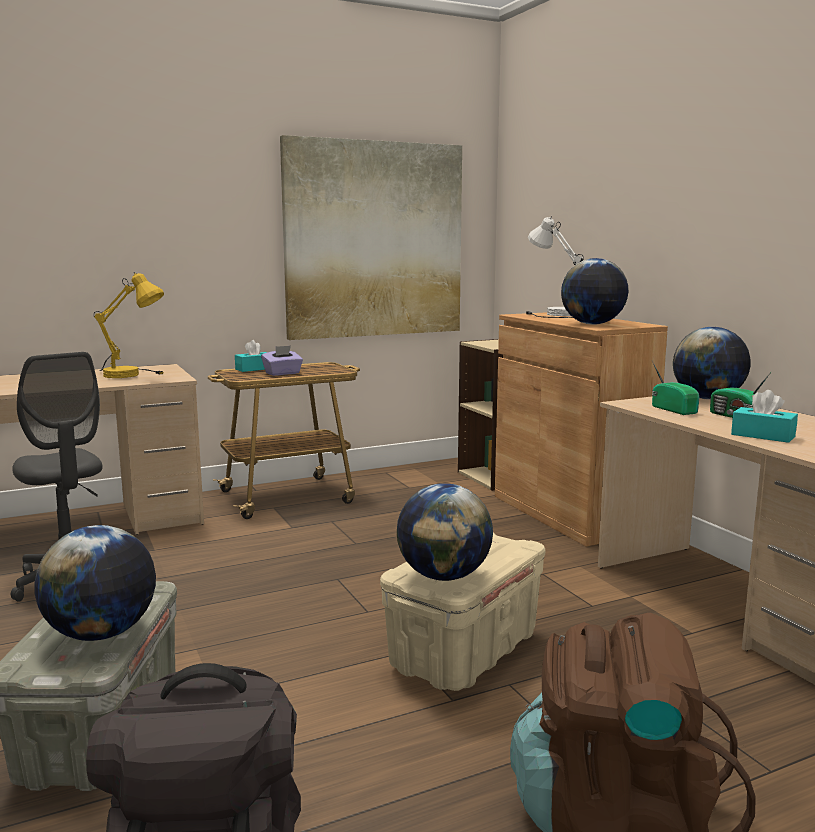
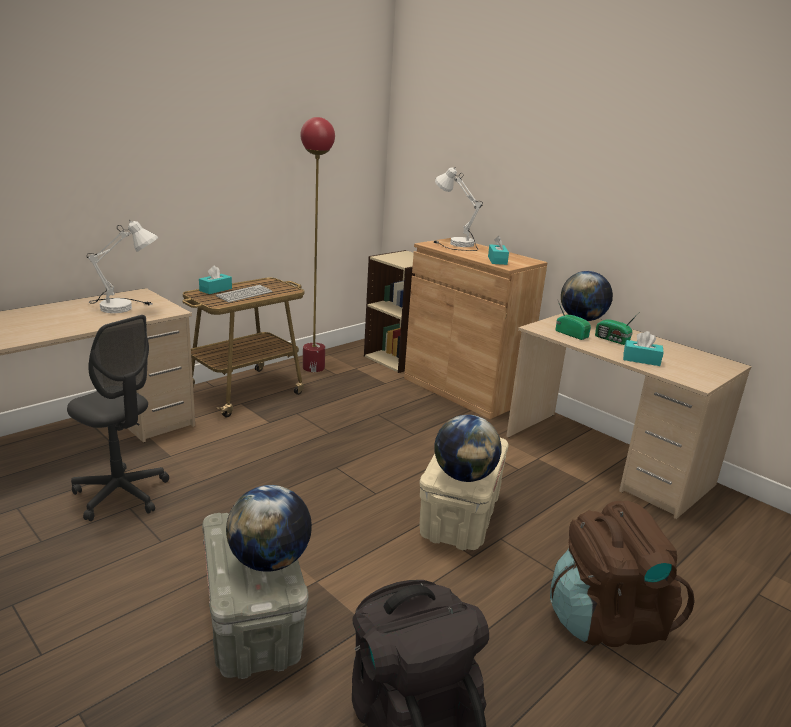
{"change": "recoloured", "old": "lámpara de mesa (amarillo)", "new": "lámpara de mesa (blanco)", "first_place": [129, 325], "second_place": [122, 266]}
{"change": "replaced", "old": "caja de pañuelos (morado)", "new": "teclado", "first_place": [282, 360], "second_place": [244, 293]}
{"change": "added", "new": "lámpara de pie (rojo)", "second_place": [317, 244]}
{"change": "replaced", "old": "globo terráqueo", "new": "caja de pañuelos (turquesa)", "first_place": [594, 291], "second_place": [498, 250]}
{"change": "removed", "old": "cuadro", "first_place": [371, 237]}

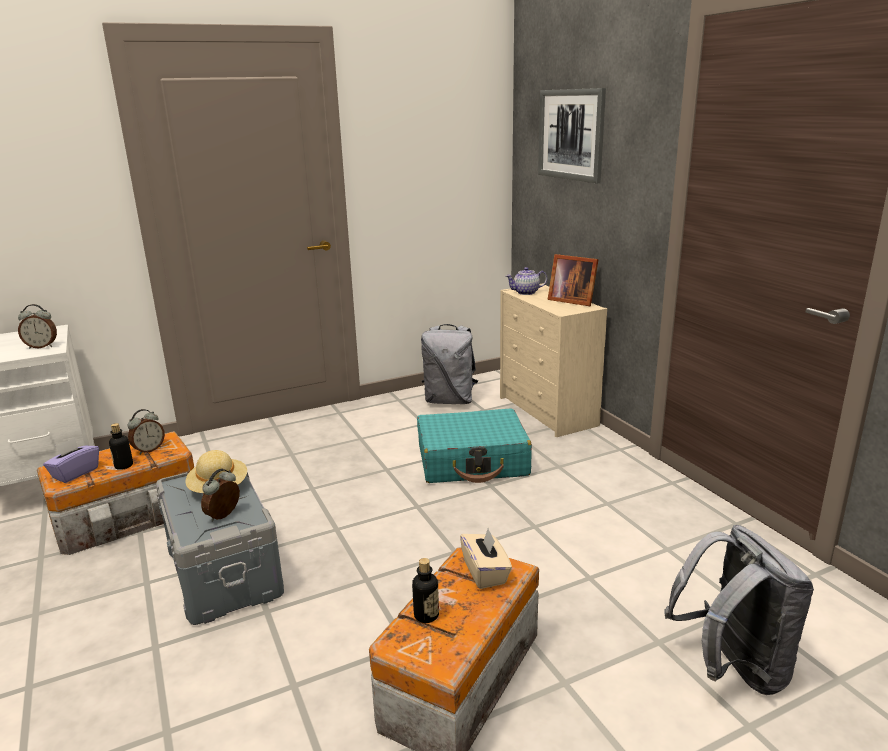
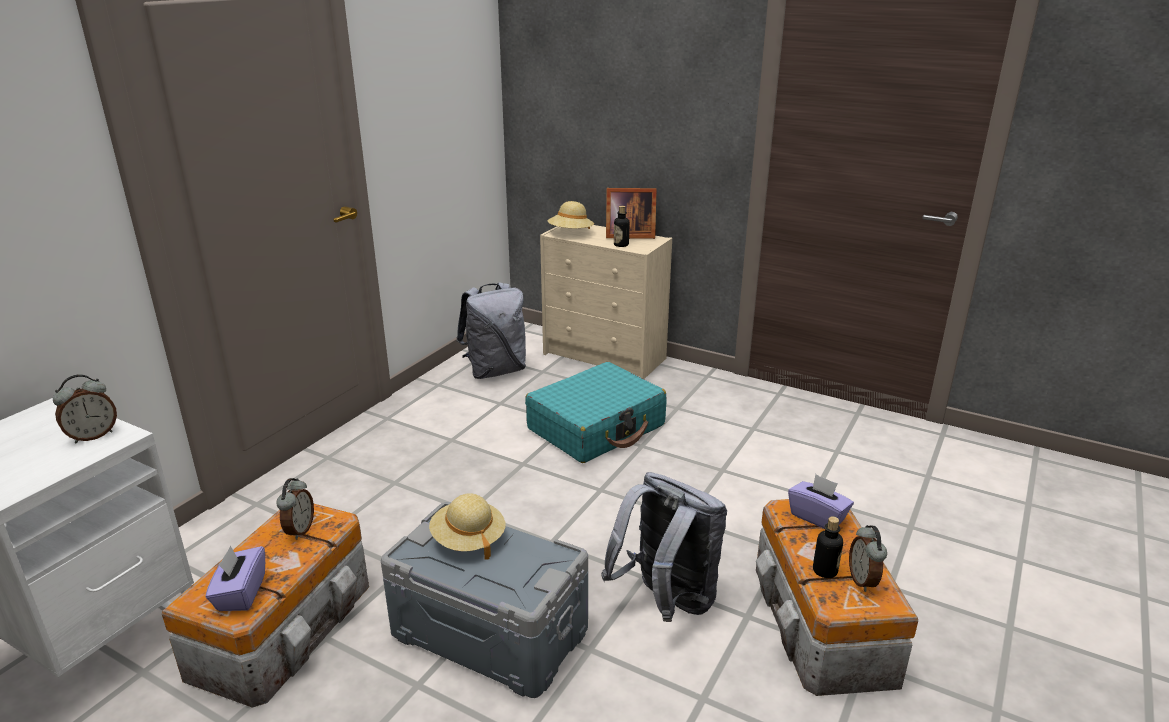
{"change": "replaced", "old": "tetera", "new": "sombrero (beis)", "first_place": [526, 281], "second_place": [570, 215]}
{"change": "moved", "old": "mochila (gris)", "first_place": [739, 610], "second_place": [664, 547]}
{"change": "moved", "old": "botella", "first_place": [121, 446], "second_place": [621, 226]}
{"change": "recoloured", "old": "caja de pañuelos (beis)", "new": "caja de pañuelos (morado)", "first_place": [486, 558], "second_place": [821, 501]}
{"change": "moved", "old": "despertador", "first_place": [220, 495], "second_place": [868, 558]}
{"change": "removed", "old": "cuadro", "first_place": [572, 136]}

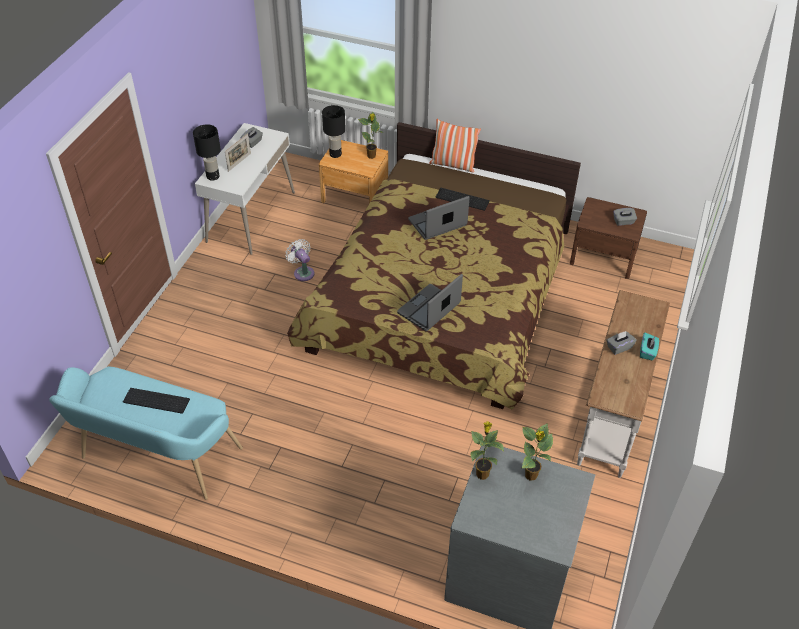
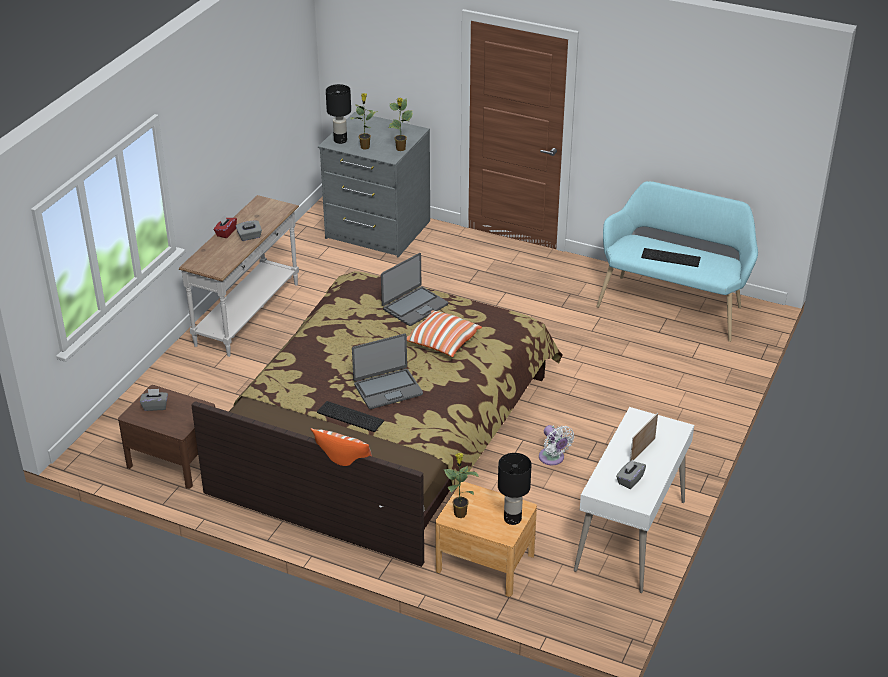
{"change": "recoloured", "old": "caja de pañuelos (turquesa)", "new": "caja de pañuelos (rojo)", "first_place": [649, 346], "second_place": [225, 226]}
{"change": "moved", "old": "lámpara de mesa (negro)", "first_place": [207, 152], "second_place": [338, 114]}
{"change": "added", "new": "cojín", "second_place": [444, 333]}

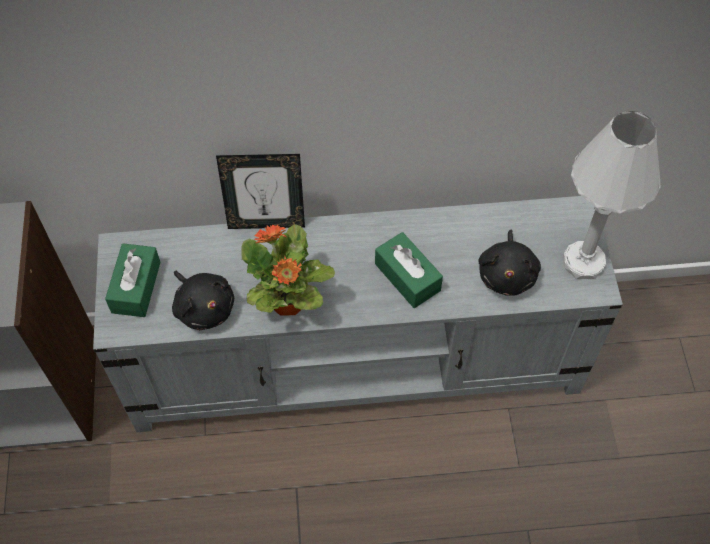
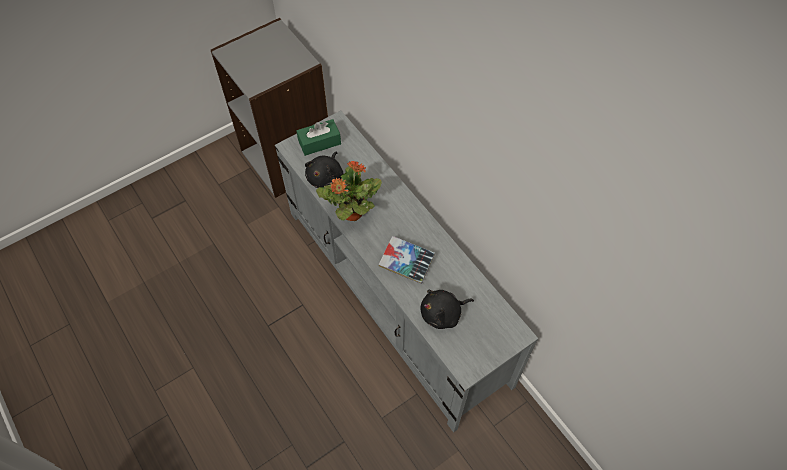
{"change": "replaced", "old": "caja de pañuelos (verde)", "new": "libro", "first_place": [409, 270], "second_place": [406, 260]}
{"change": "removed", "old": "portarretratos", "first_place": [260, 191]}
{"change": "removed", "old": "lámpara de mesa (blanco)", "first_place": [611, 195]}

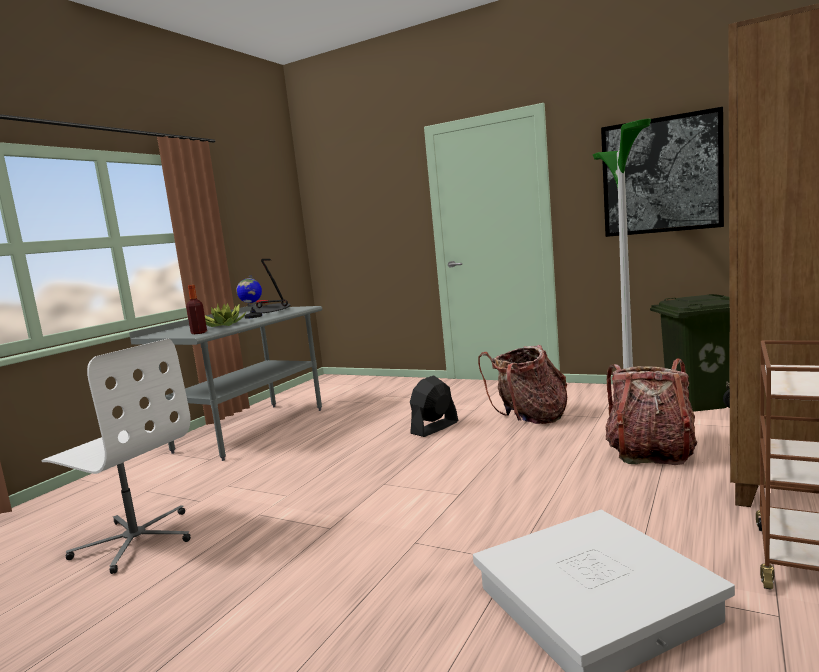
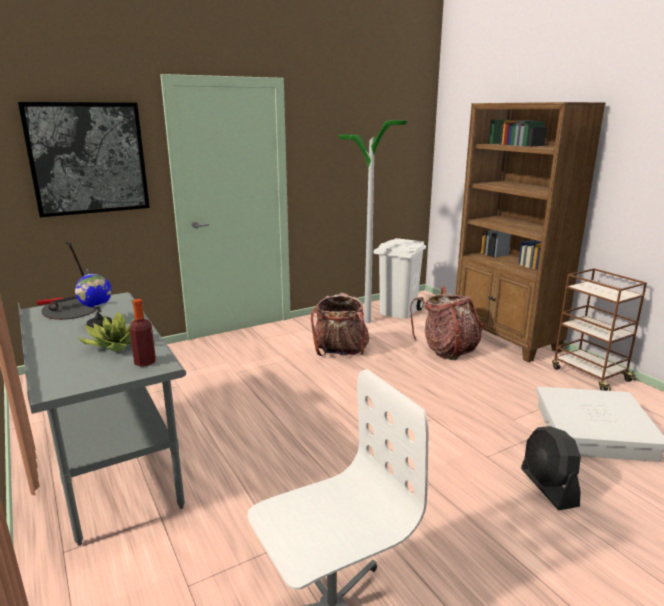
{"change": "moved", "old": "cuadro", "first_place": [662, 172], "second_place": [84, 159]}
{"change": "recoloured", "old": "papelera (verde)", "new": "papelera (blanco)", "first_place": [690, 353], "second_place": [399, 278]}
{"change": "moved", "old": "ventilador (negro)", "first_place": [434, 406], "second_place": [551, 468]}

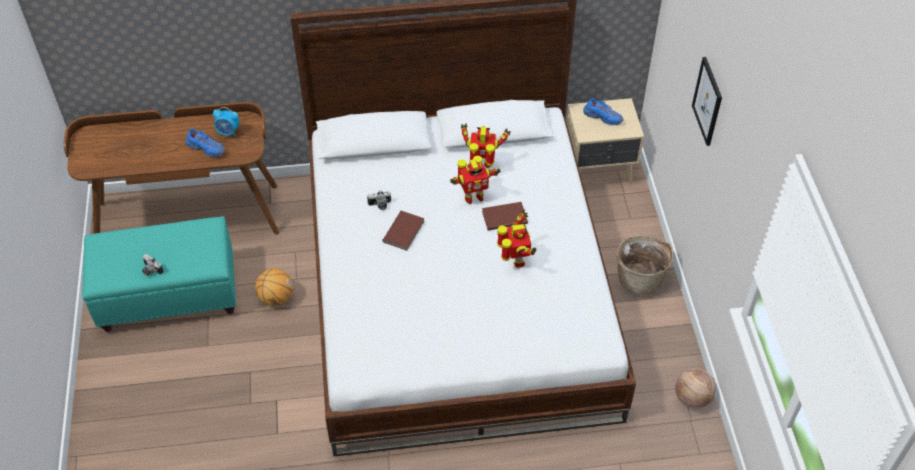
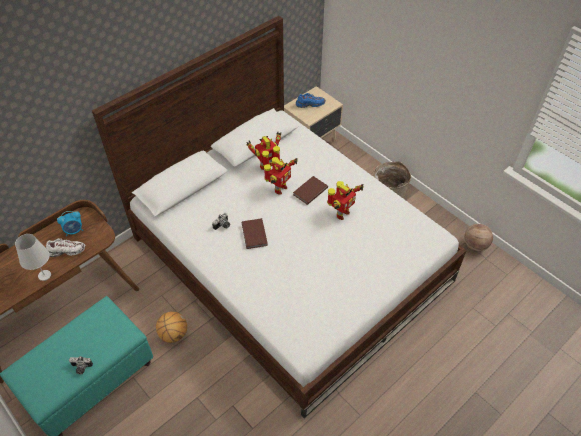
{"change": "added", "new": "lámpara de mesa (blanco)", "second_place": [33, 257]}
{"change": "recoloured", "old": "zapato (azul)", "new": "zapato (blanco)", "first_place": [205, 143], "second_place": [66, 247]}
{"change": "turned", "old": "robot de juguete", "first_place": [517, 239], "second_place": [345, 200], "degrees": 90}
{"change": "removed", "old": "cuadro", "first_place": [707, 101]}

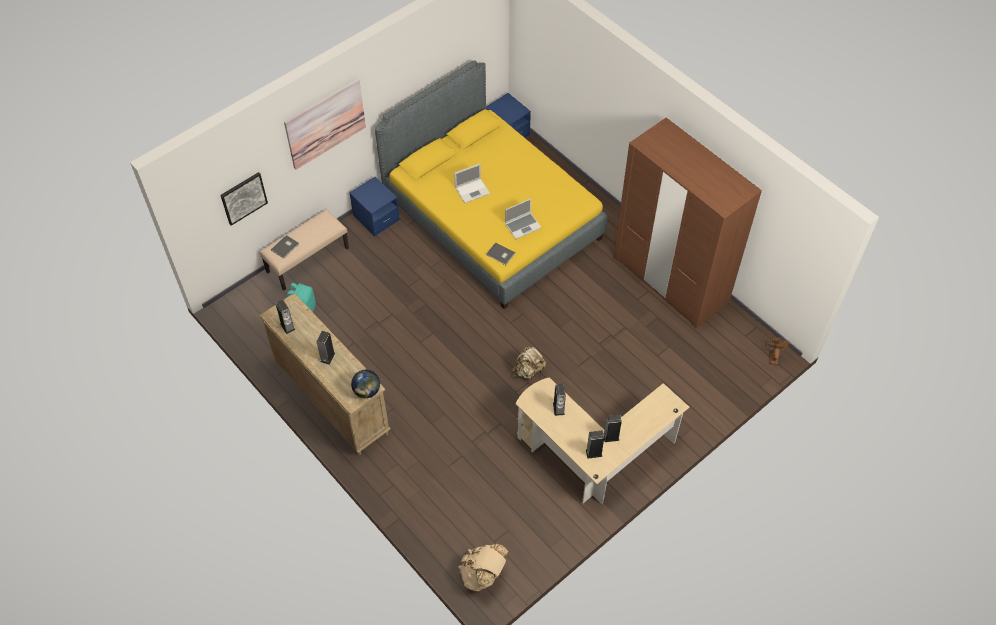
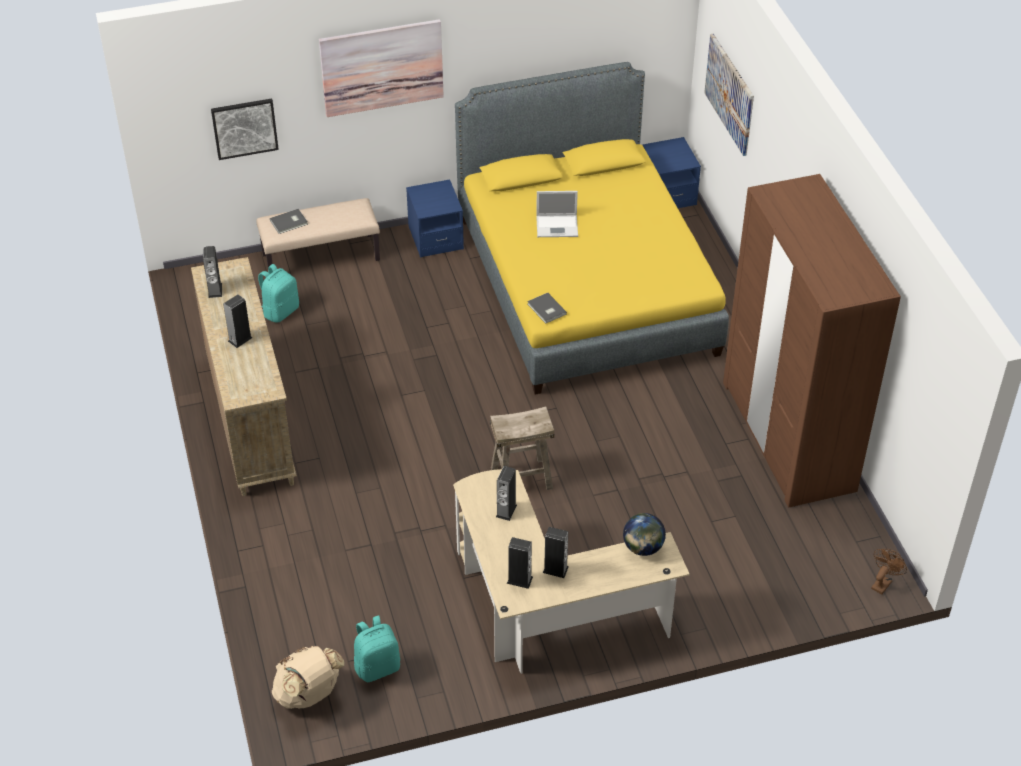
{"change": "added", "new": "mochila (turquesa)", "second_place": [377, 648]}
{"change": "replaced", "old": "mochila (beis)", "new": "taburete (beis)", "first_place": [529, 362], "second_place": [522, 448]}
{"change": "moved", "old": "globo terráqueo", "first_place": [365, 384], "second_place": [644, 534]}
{"change": "added", "new": "cuadro", "second_place": [729, 95]}
{"change": "removed", "old": "portátil", "first_place": [523, 219]}

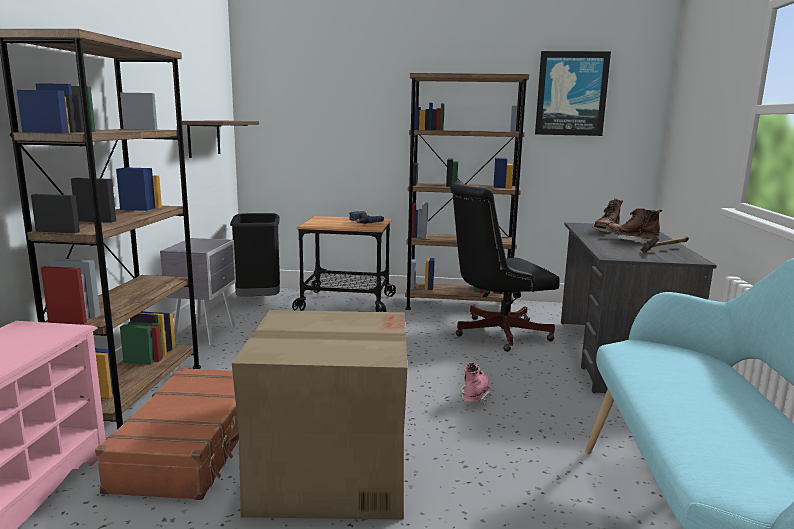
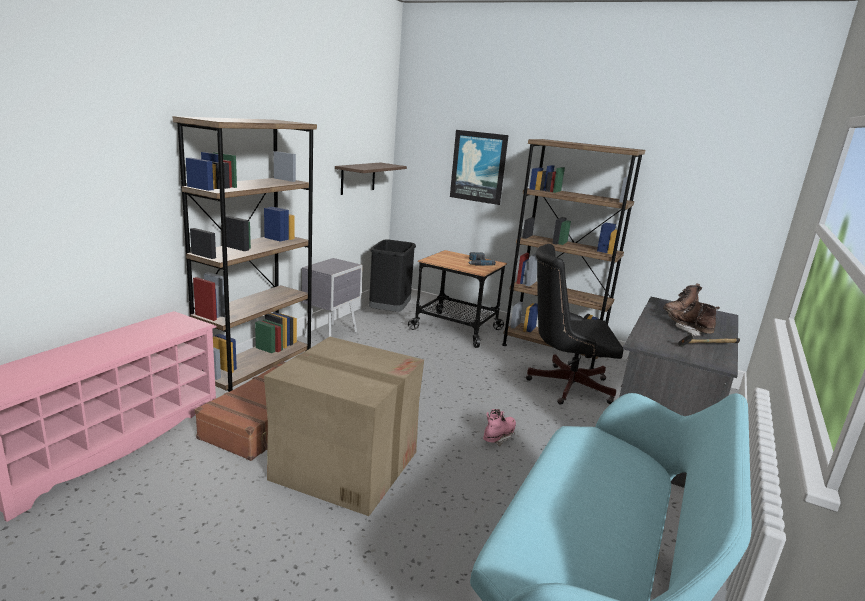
{"change": "moved", "old": "cuadro", "first_place": [573, 93], "second_place": [479, 167]}

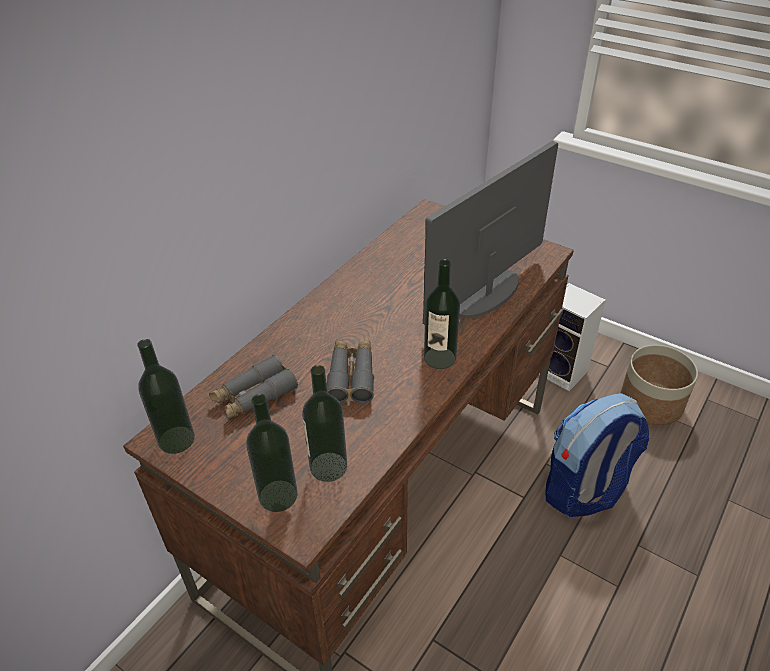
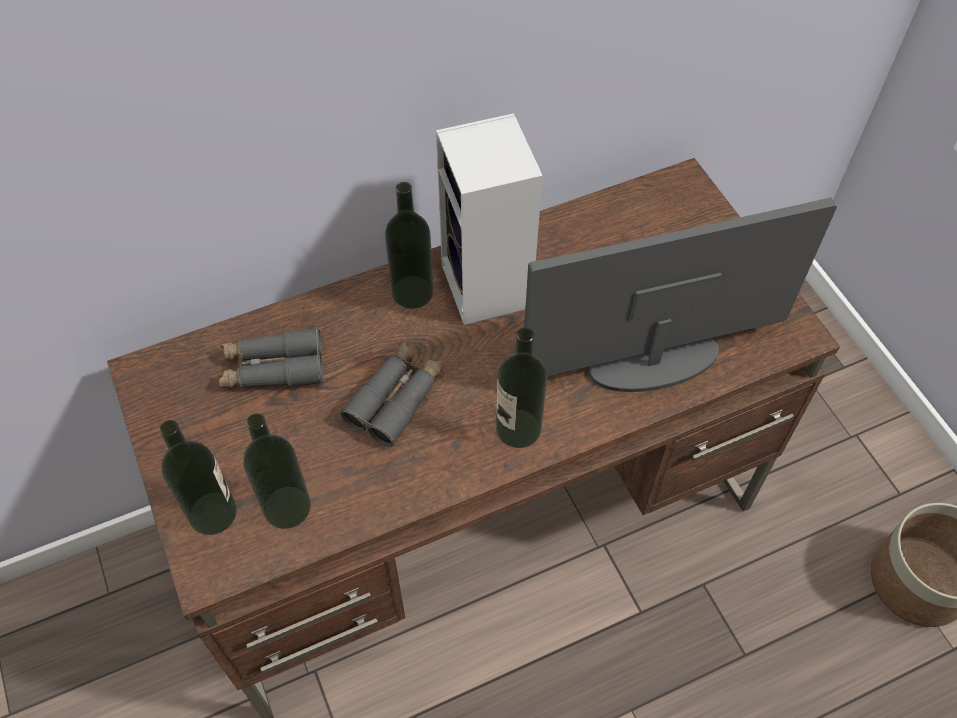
{"change": "moved", "old": "botella", "first_place": [166, 396], "second_place": [409, 245]}
{"change": "moved", "old": "altavoz", "first_place": [572, 337], "second_place": [489, 219]}
{"change": "removed", "old": "mochila", "first_place": [597, 455]}

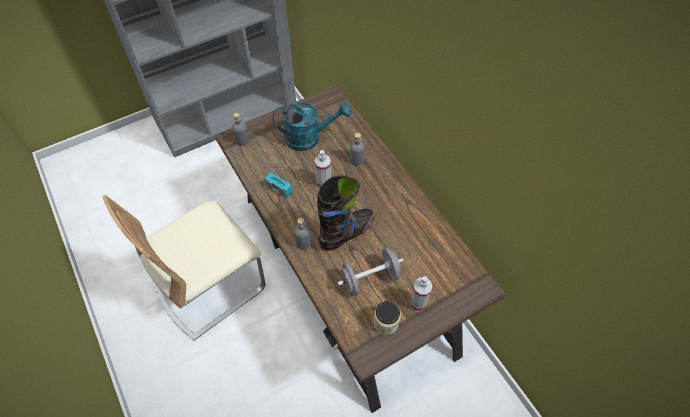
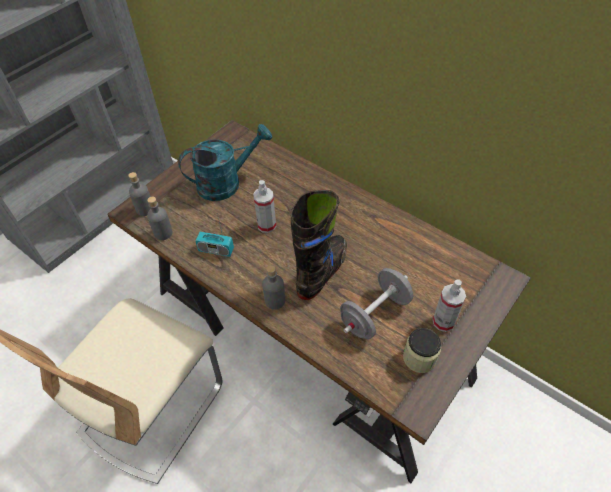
{"change": "moved", "old": "botella (gris)", "first_place": [357, 149], "second_place": [160, 218]}

